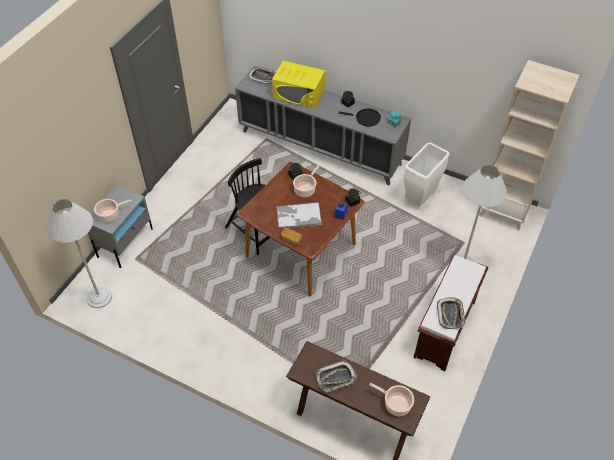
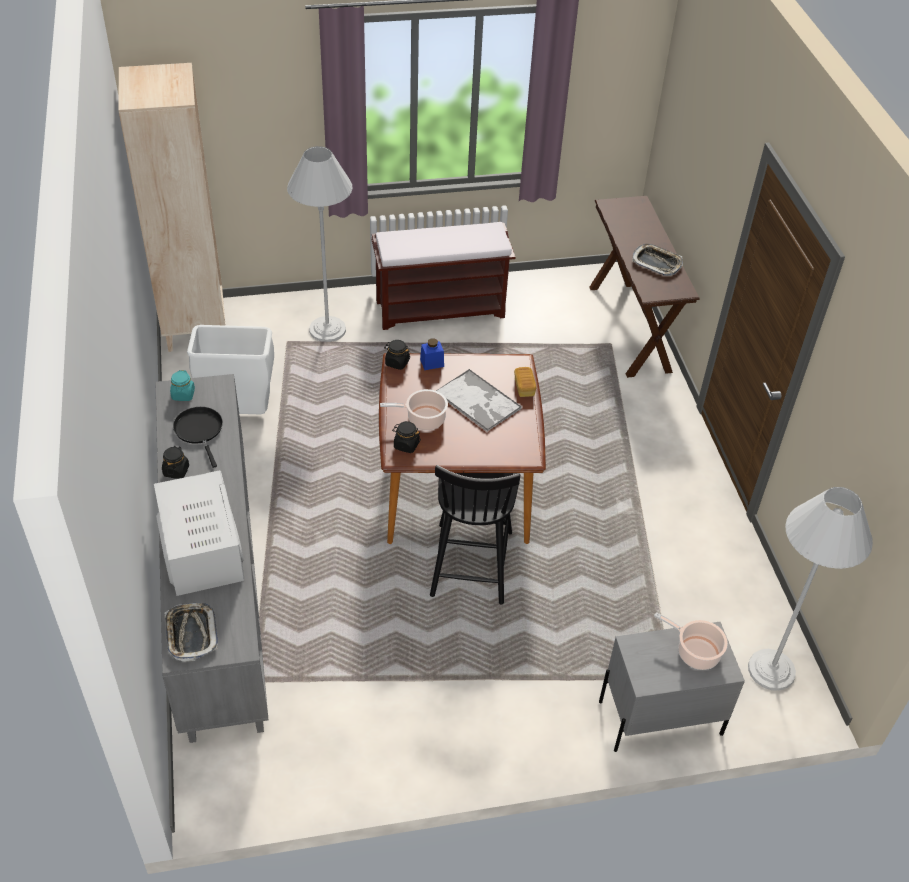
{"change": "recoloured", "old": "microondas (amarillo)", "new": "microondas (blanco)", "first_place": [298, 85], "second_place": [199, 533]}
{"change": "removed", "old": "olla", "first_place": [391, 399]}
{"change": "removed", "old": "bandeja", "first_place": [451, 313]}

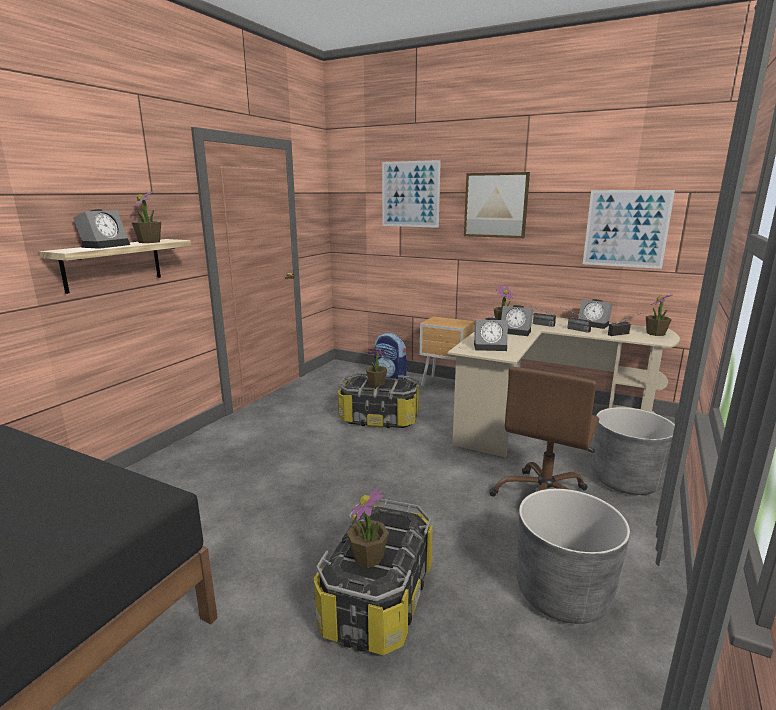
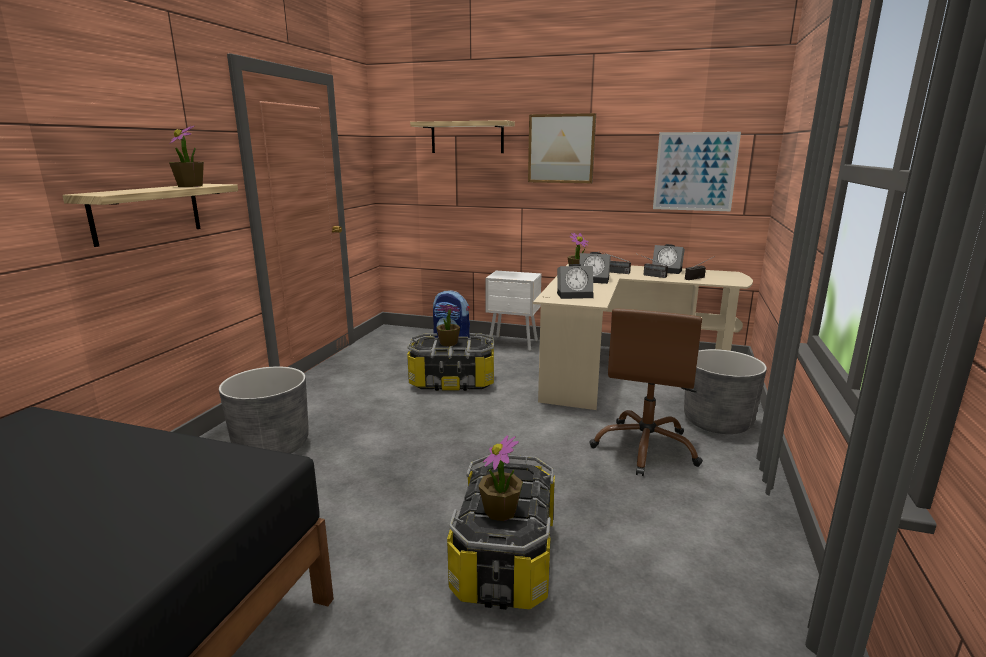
{"change": "moved", "old": "maceta (gris)", "first_place": [573, 556], "second_place": [264, 410]}
{"change": "replaced", "old": "cuadro", "new": "estante", "first_place": [411, 194], "second_place": [462, 136]}
{"change": "recoloured", "old": "mesita de noche (marrón)", "new": "mesita de noche (blanco)", "first_place": [447, 351], "second_place": [513, 311]}
{"change": "removed", "old": "despertador", "first_place": [101, 229]}
{"change": "removed", "old": "planta en maceta", "first_place": [659, 315]}

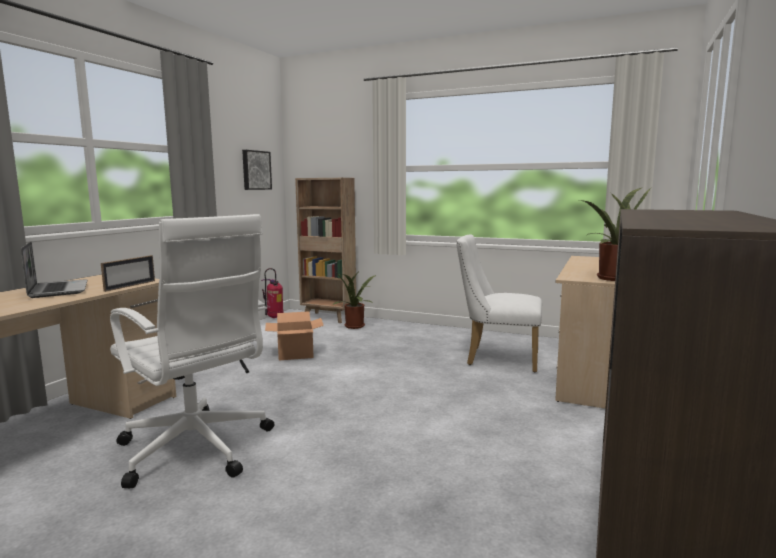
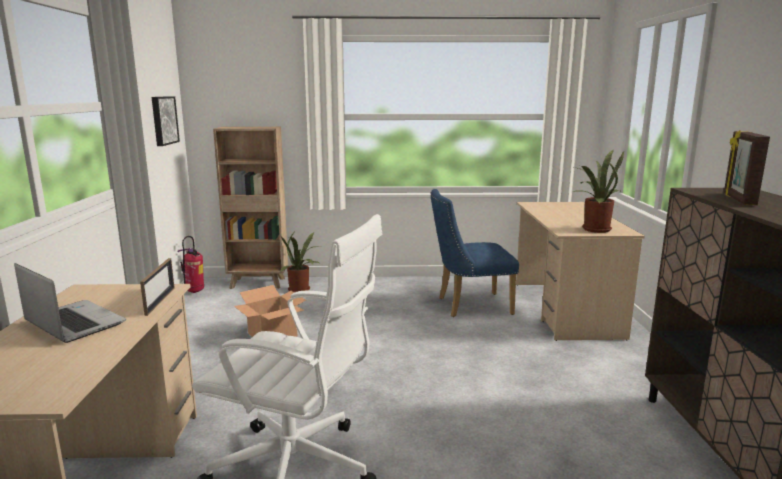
{"change": "recoloured", "old": "silla (blanco)", "new": "silla (azul)", "first_place": [499, 303], "second_place": [475, 253]}
{"change": "added", "new": "portarretratos", "second_place": [747, 167]}

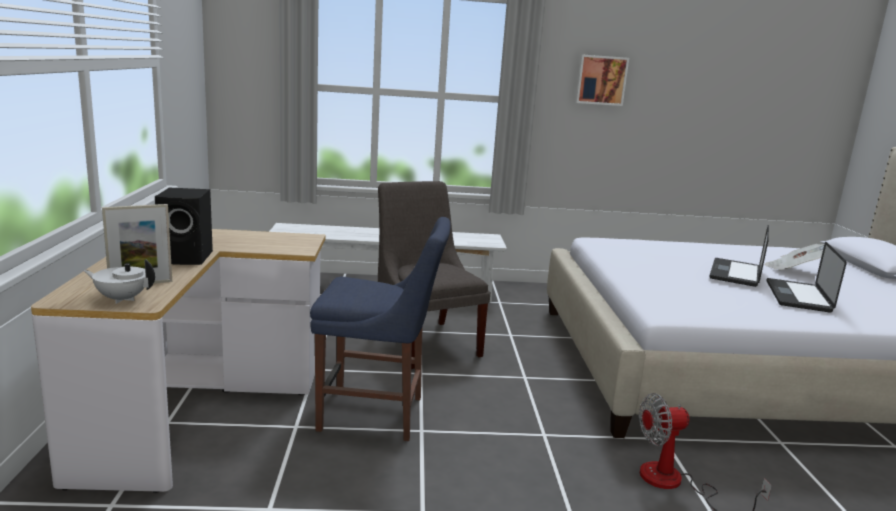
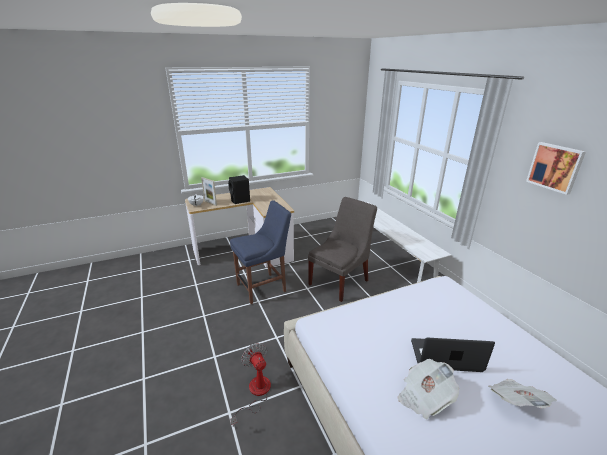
{"change": "turned", "old": "silla (azul)", "first_place": [380, 329], "second_place": [260, 252], "degrees": -105}
{"change": "replaced", "old": "portátil", "new": "periódico", "first_place": [807, 277], "second_place": [428, 389]}

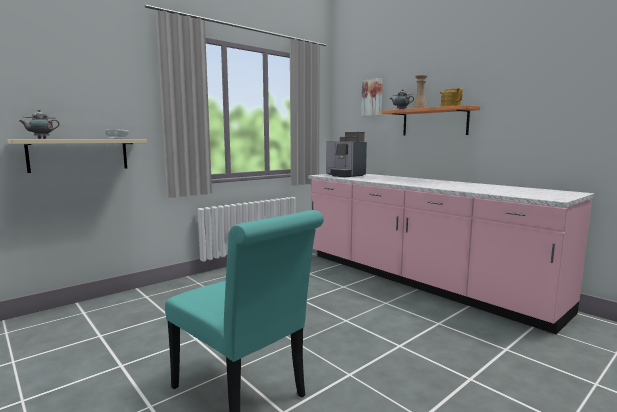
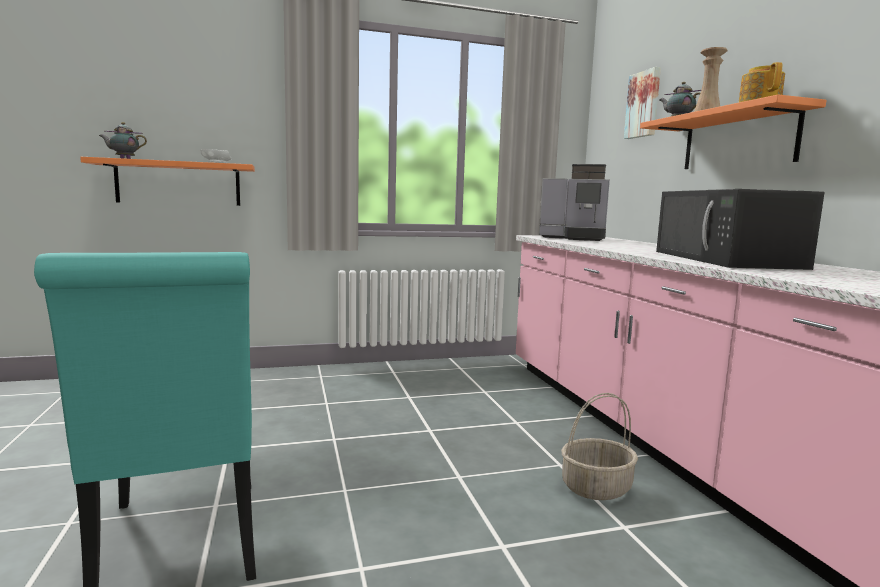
{"change": "recoloured", "old": "estante (beis)", "new": "estante (naranja)", "first_place": [77, 156], "second_place": [167, 181]}
{"change": "turned", "old": "cafetera", "first_place": [346, 154], "second_place": [574, 202], "degrees": -60}
{"change": "added", "new": "cesta", "second_place": [599, 446]}
{"change": "added", "new": "microondas (negro)", "second_place": [740, 229]}

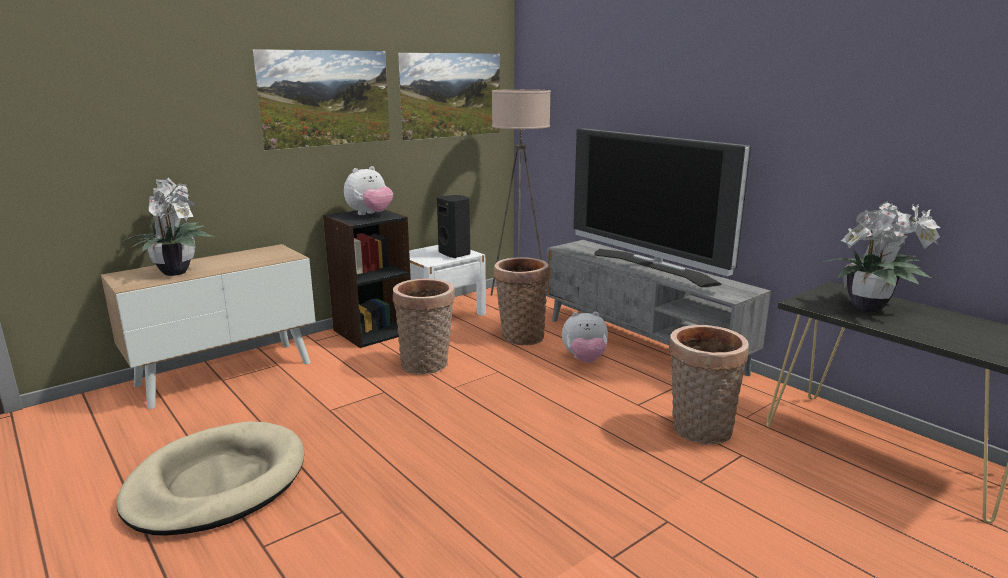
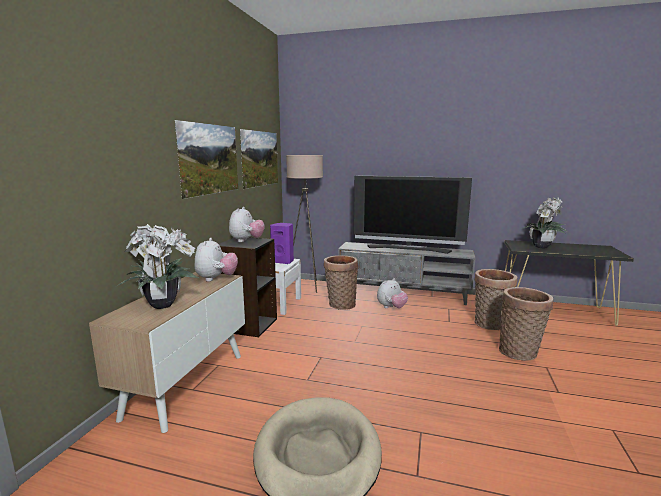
{"change": "added", "new": "peluche", "second_place": [216, 260]}
{"change": "recoloured", "old": "altavoz (negro)", "new": "altavoz (morado)", "first_place": [453, 226], "second_place": [282, 243]}
{"change": "moved", "old": "cesta", "first_place": [424, 326], "second_place": [526, 324]}

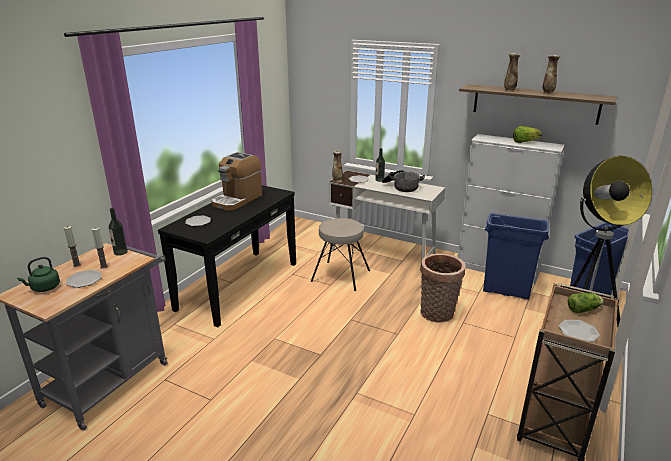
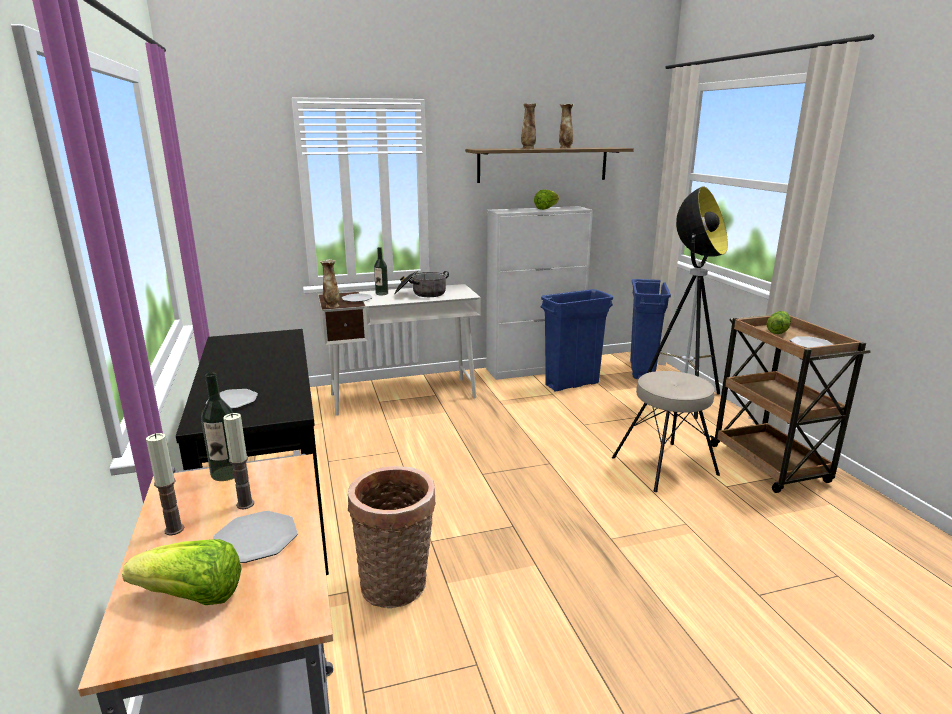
{"change": "replaced", "old": "hervidor (verde)", "new": "lechuga", "first_place": [38, 274], "second_place": [181, 572]}
{"change": "moved", "old": "cesta", "first_place": [443, 288], "second_place": [392, 537]}
{"change": "moved", "old": "taburete (beis)", "first_place": [340, 254], "second_place": [666, 431]}
{"change": "removed", "old": "cafetera", "first_place": [237, 181]}

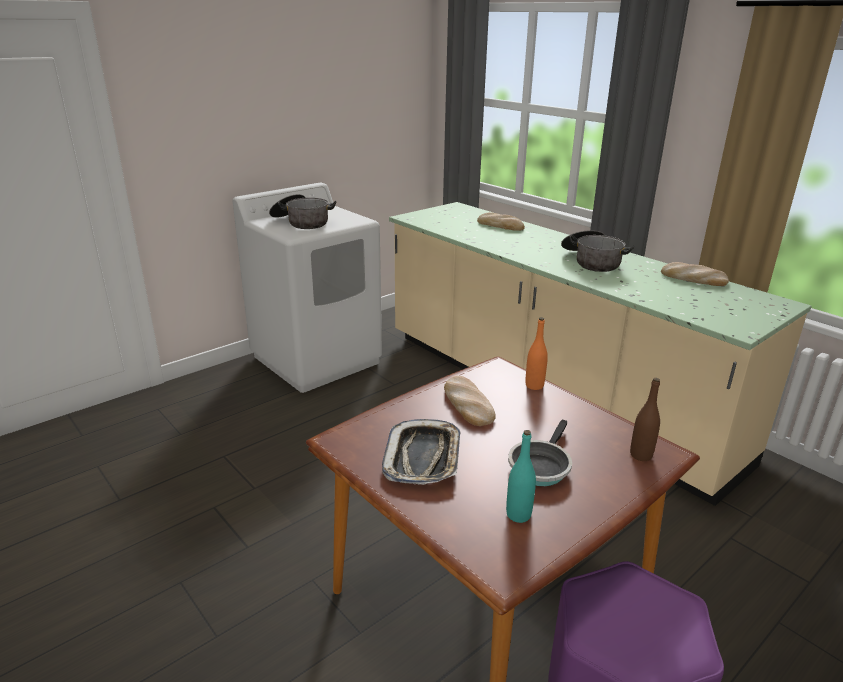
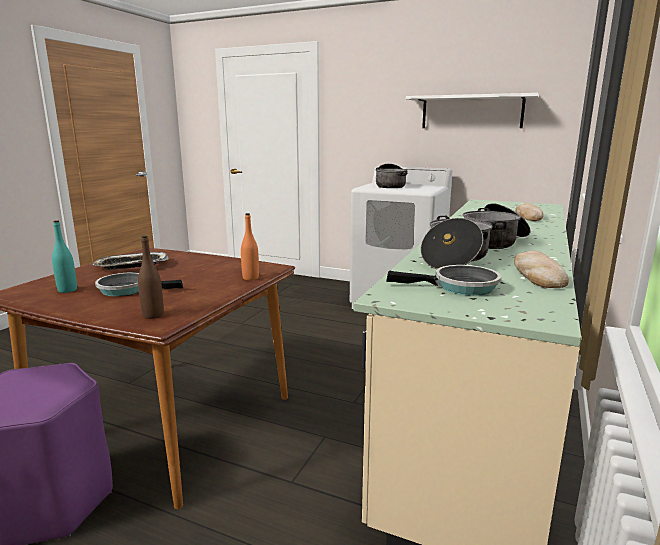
{"change": "added", "new": "sartén", "second_place": [443, 280]}
{"change": "added", "new": "estante (blanco)", "second_place": [472, 110]}
{"change": "added", "new": "olla", "second_place": [457, 242]}
{"change": "removed", "old": "pan", "first_place": [470, 401]}

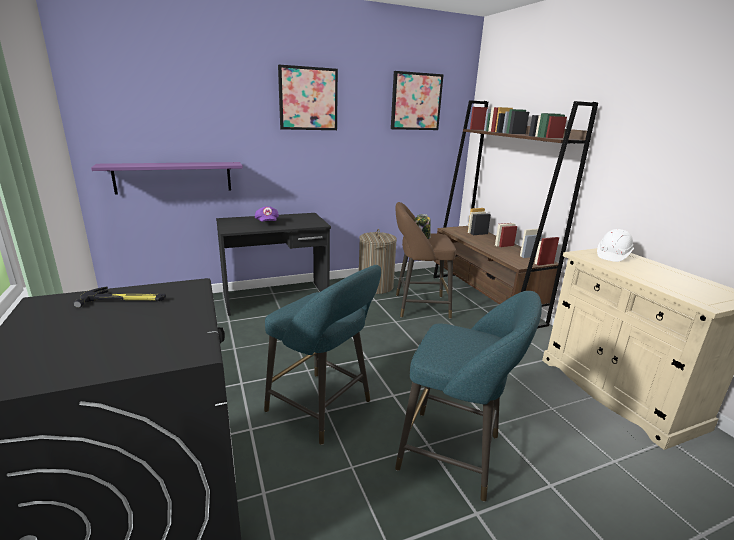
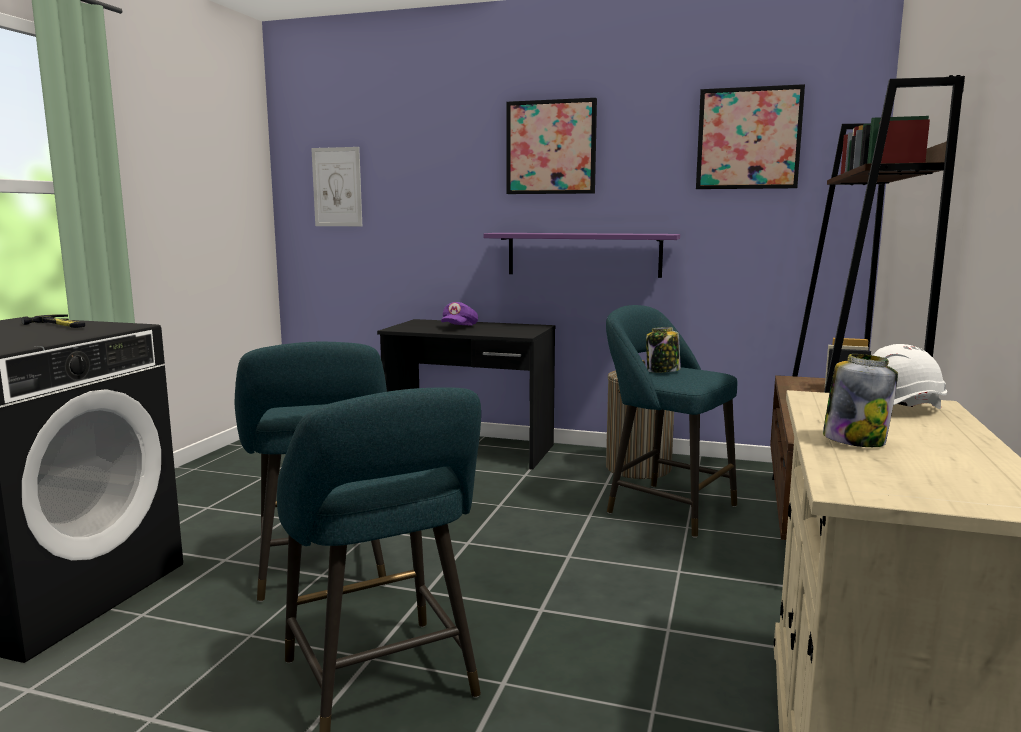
{"change": "added", "new": "cuadro", "second_place": [336, 186]}
{"change": "moved", "old": "estante (morado)", "first_place": [167, 178], "second_place": [582, 255]}
{"change": "recoloured", "old": "taburete (marrón)", "new": "taburete (turquesa)", "first_place": [426, 260], "second_place": [671, 421]}
{"change": "added", "new": "tarro", "second_place": [860, 400]}

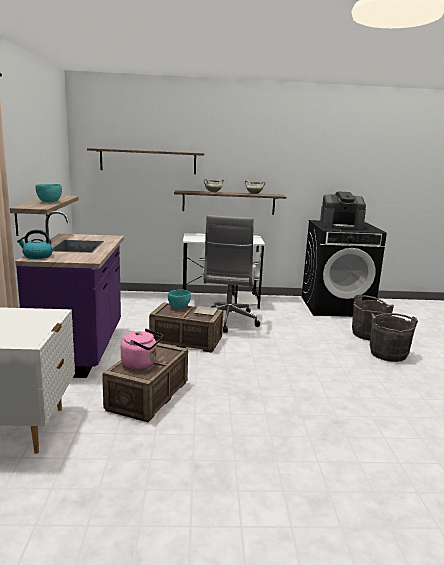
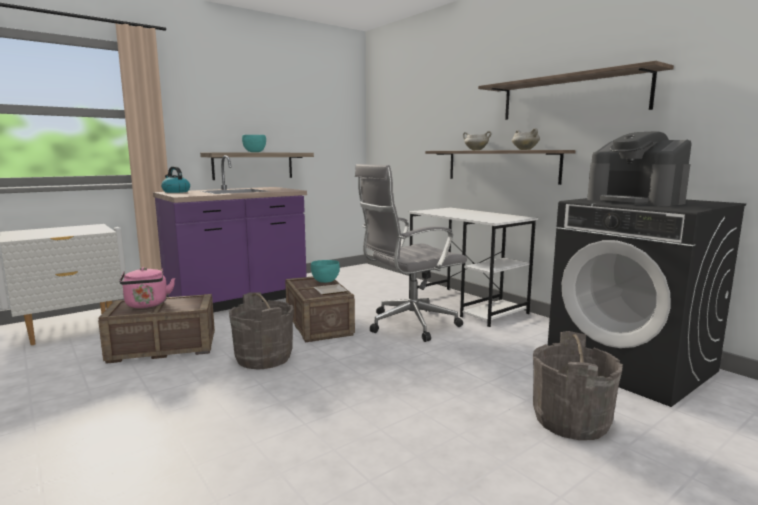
{"change": "moved", "old": "cubo (gris)", "first_place": [394, 337], "second_place": [261, 330]}
{"change": "moved", "old": "estante", "first_place": [145, 161], "second_place": [576, 90]}

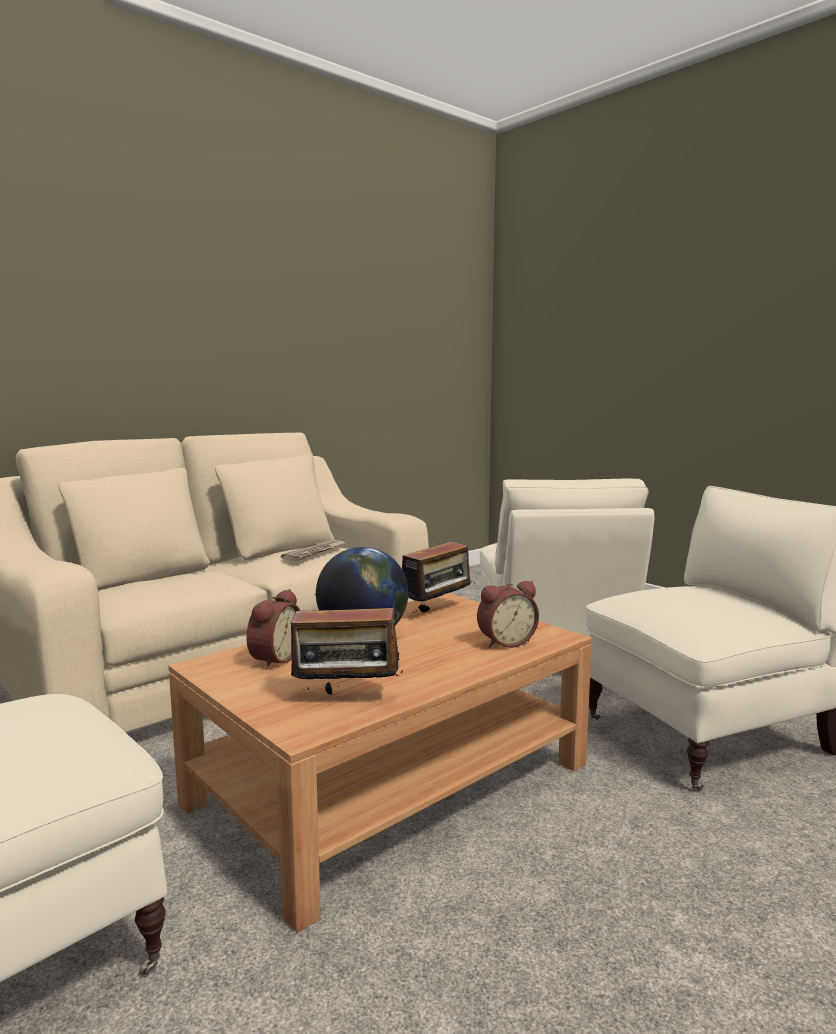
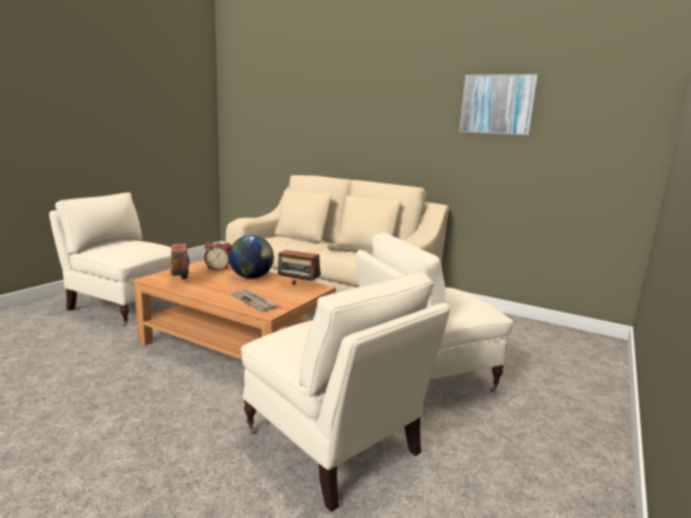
{"change": "replaced", "old": "despertador", "new": "periódico", "first_place": [508, 614], "second_place": [254, 301]}
{"change": "added", "new": "cuadro", "second_place": [498, 104]}

